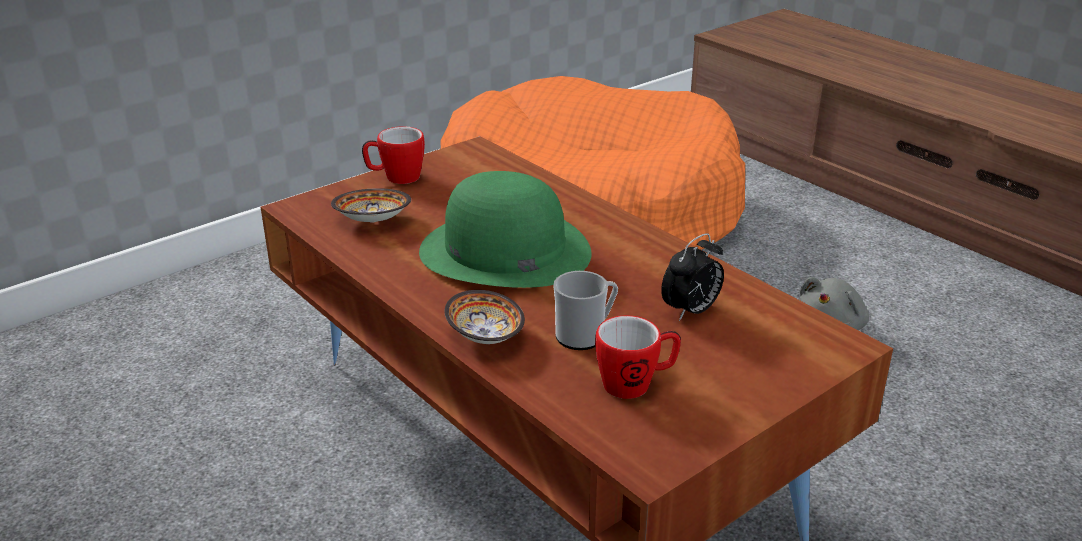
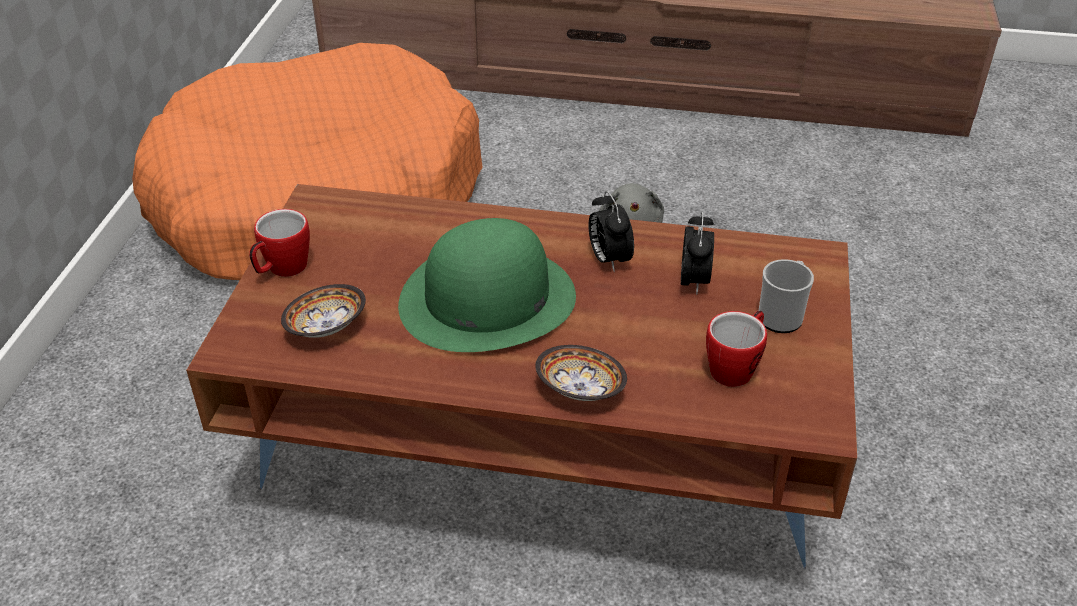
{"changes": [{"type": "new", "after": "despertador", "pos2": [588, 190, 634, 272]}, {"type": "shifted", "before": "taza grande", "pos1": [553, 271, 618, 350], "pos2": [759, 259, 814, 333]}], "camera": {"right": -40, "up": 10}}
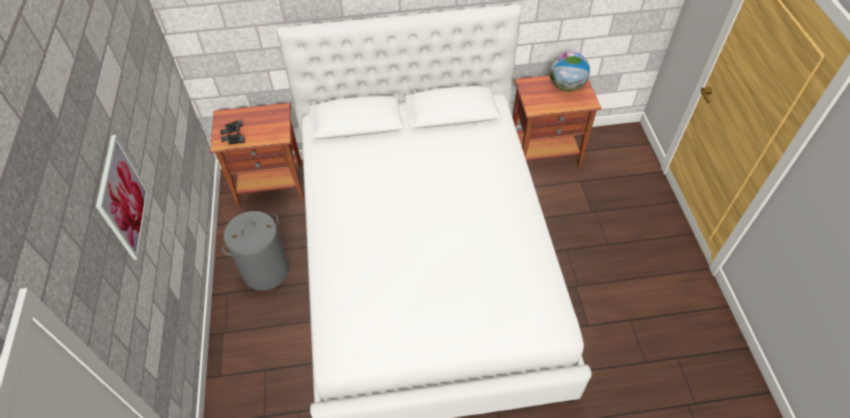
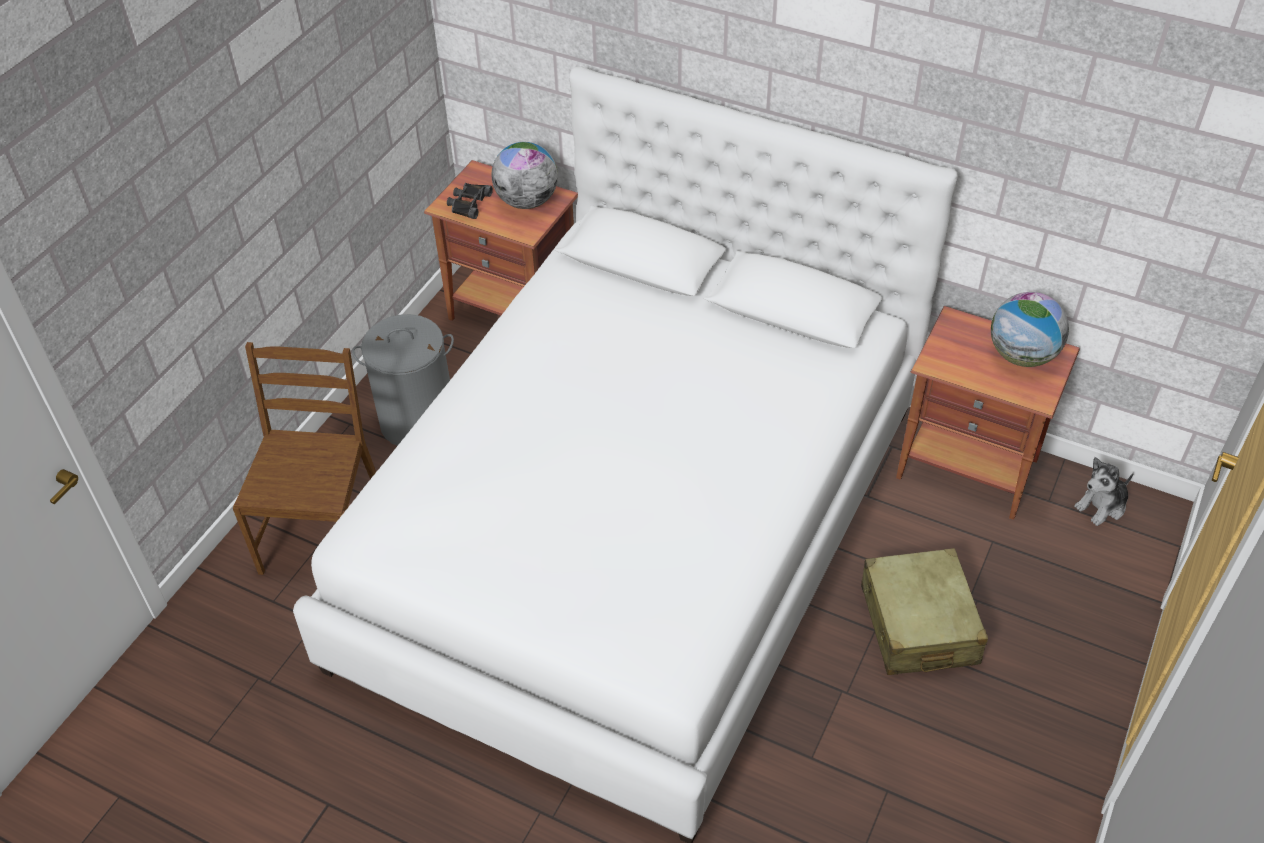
{"changes": [{"type": "new", "after": "silla (marrón)", "pos2": [233, 342, 376, 575]}, {"type": "new", "after": "globo terráqueo", "pos2": [491, 142, 558, 209]}, {"type": "new", "after": "maleta (beis)", "pos2": [861, 548, 988, 675]}, {"type": "new", "after": "peluche", "pos2": [1074, 457, 1134, 526]}, {"type": "gone", "before": "cuadro", "pos1": [96, 135, 149, 260]}], "camera": {"right": 35, "up": -5}}
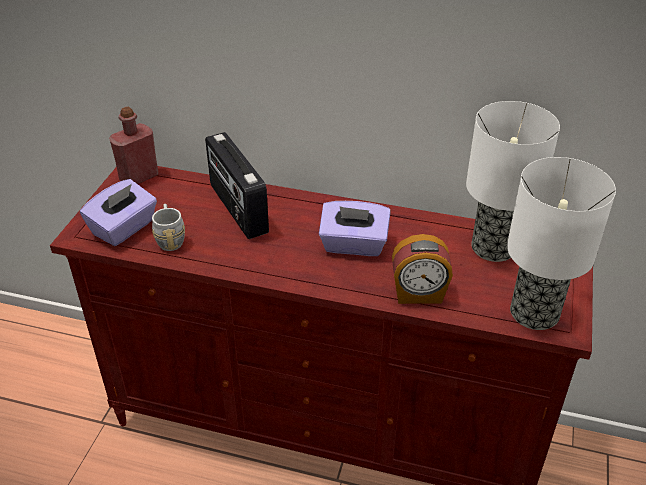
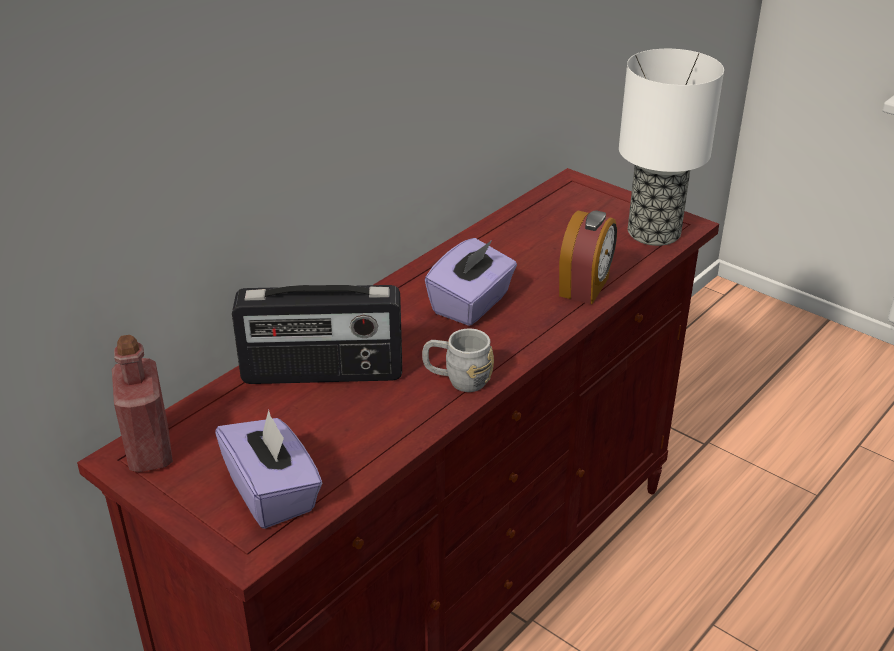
{"changes": [{"type": "shifted", "before": "taza grande (gris)", "pos1": [152, 204, 185, 251], "pos2": [422, 328, 494, 392]}, {"type": "gone", "before": "lámpara de mesa", "pos1": [466, 101, 560, 262]}], "camera": {"right": -65, "up": -5}}
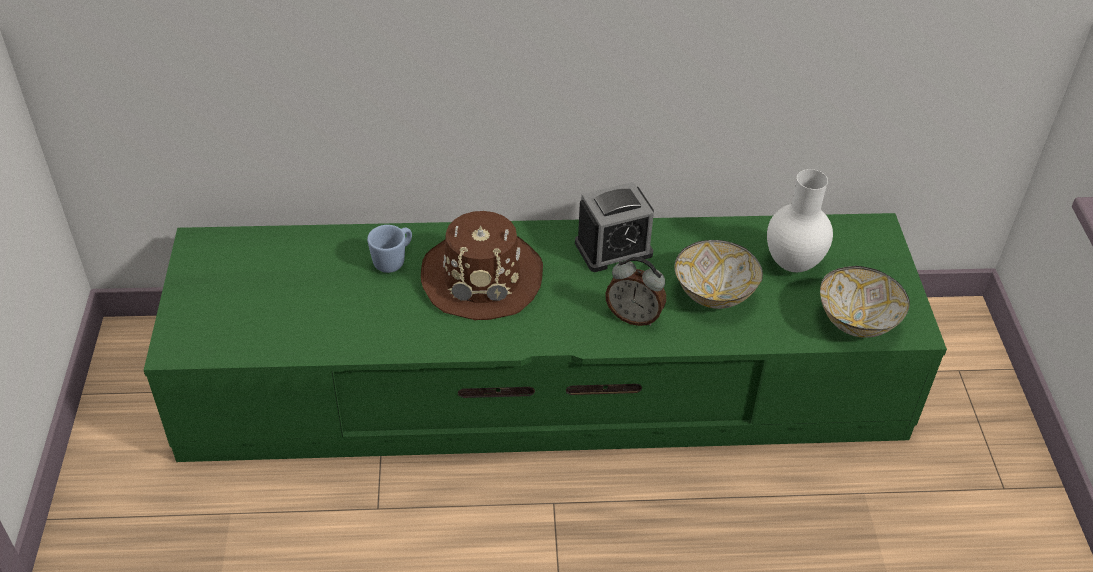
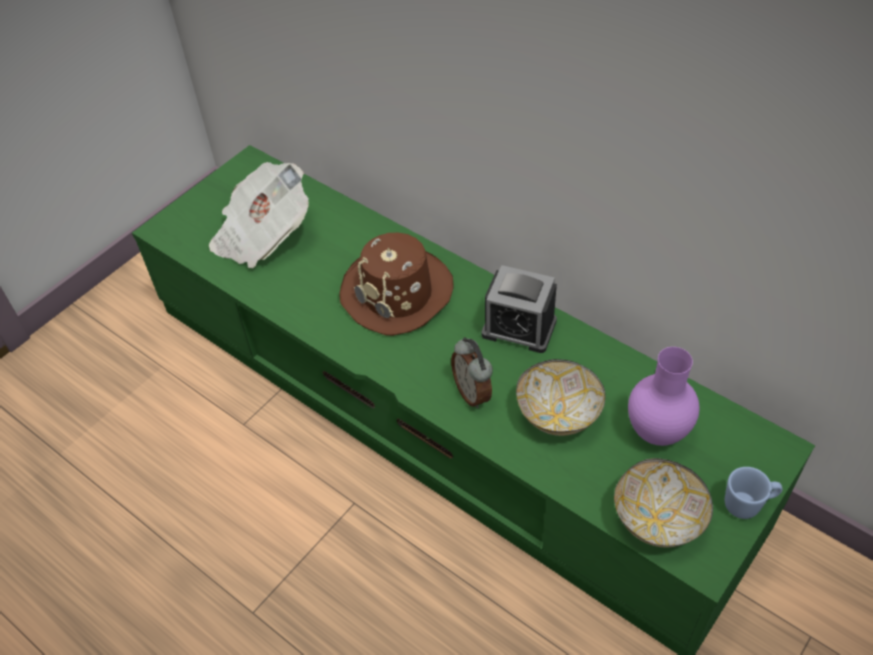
{"changes": [{"type": "new", "after": "periódico", "pos2": [209, 162, 309, 268]}, {"type": "repainted", "before": "florero (blanco)", "after": "florero (morado)", "pos1": [767, 169, 833, 272], "pos2": [628, 347, 700, 446]}, {"type": "shifted", "before": "taza grande (azul)", "pos1": [367, 225, 412, 273], "pos2": [725, 467, 783, 519]}], "camera": {"right": 45, "up": 5}}
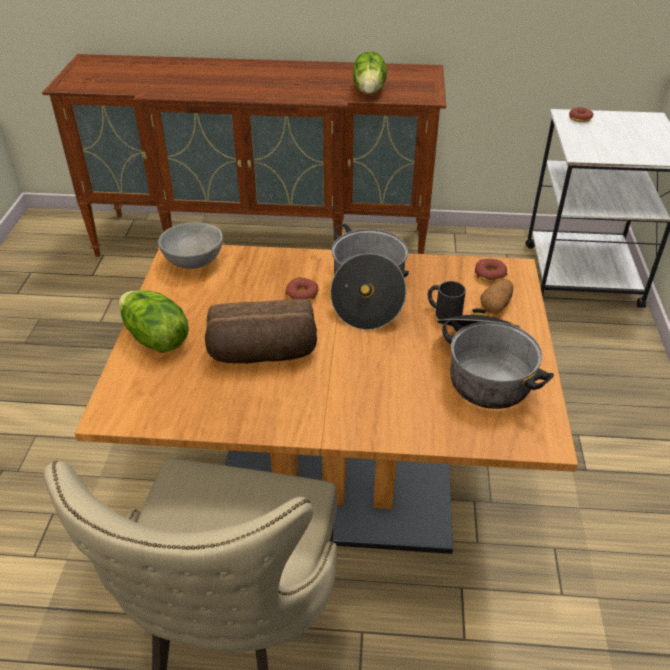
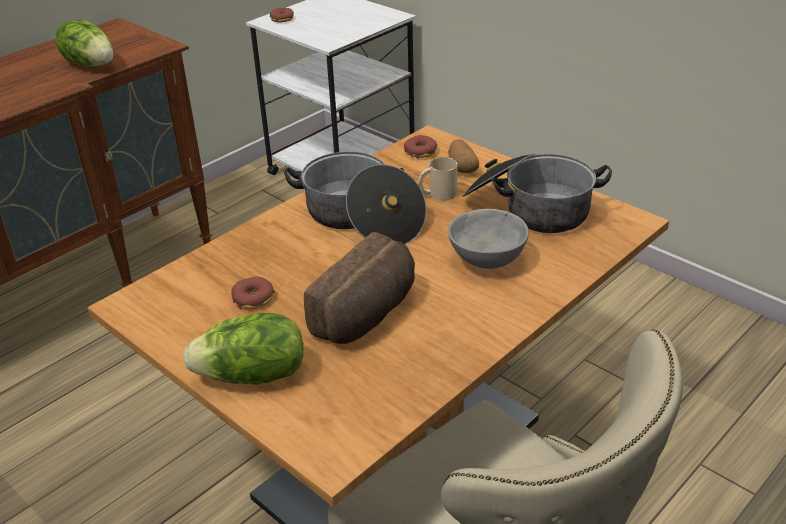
{"changes": [{"type": "shifted", "before": "rosquilla", "pos1": [285, 277, 319, 301], "pos2": [231, 277, 275, 309]}, {"type": "repainted", "before": "taza grande (negro)", "after": "taza grande (beis)", "pos1": [428, 281, 466, 320], "pos2": [418, 157, 458, 201]}, {"type": "shifted", "before": "cuenco (gris)", "pos1": [158, 222, 223, 269], "pos2": [448, 209, 529, 269]}], "camera": {"right": -50, "up": -5}}
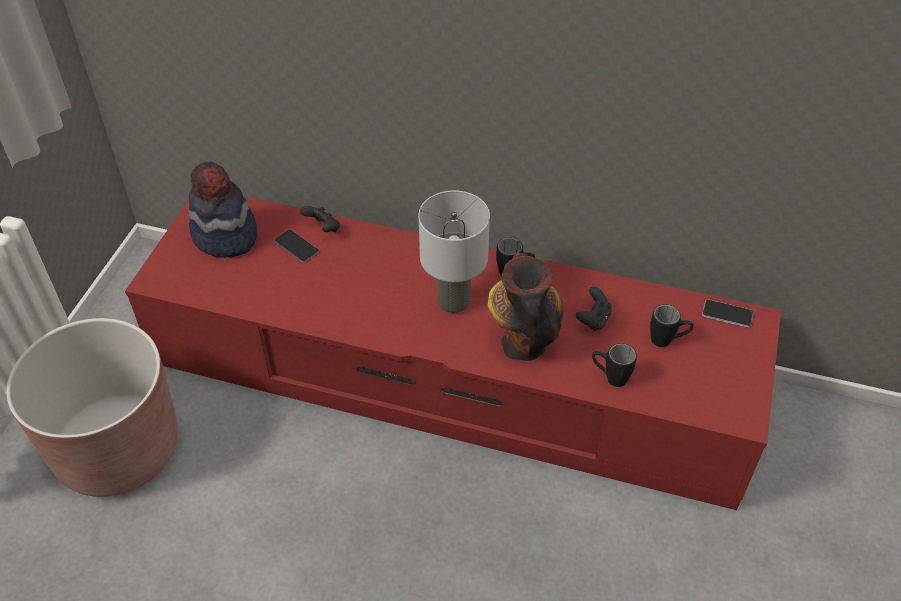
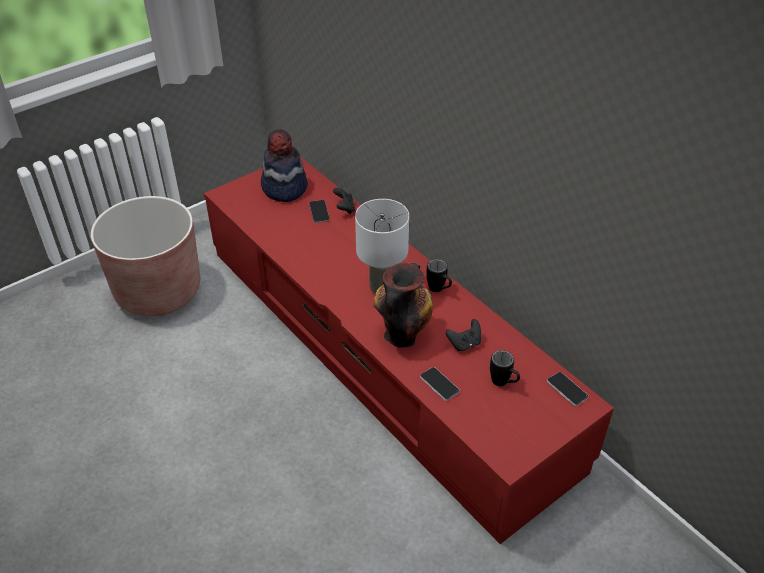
{"changes": [{"type": "swapped", "before": "taza grande (negro)", "after": "móvil", "pos1": [592, 343, 637, 387], "pos2": [420, 367, 460, 401]}], "camera": {"right": 35, "up": -5}}
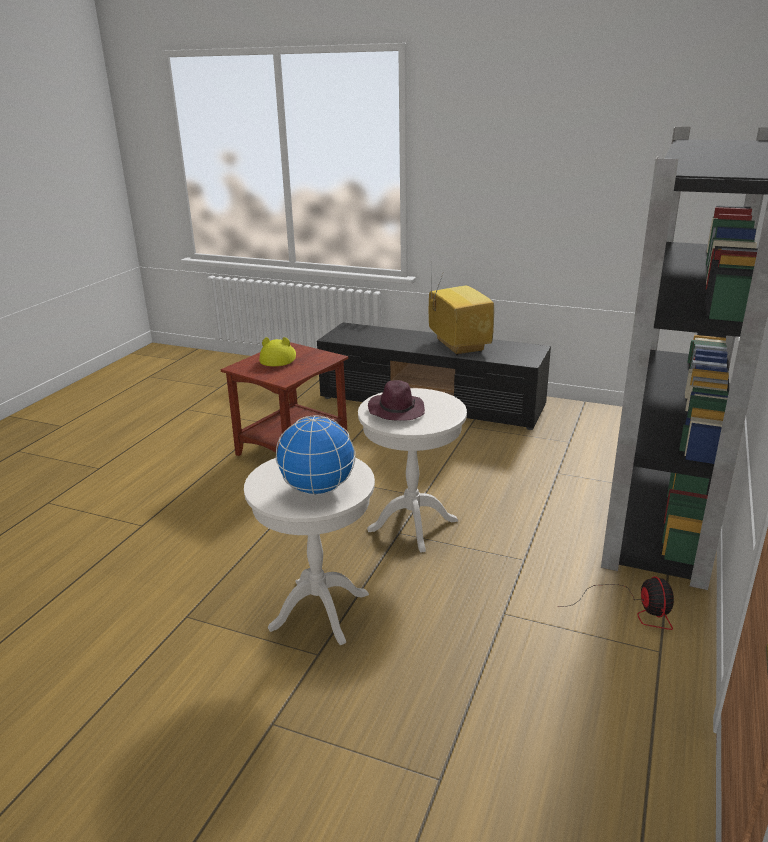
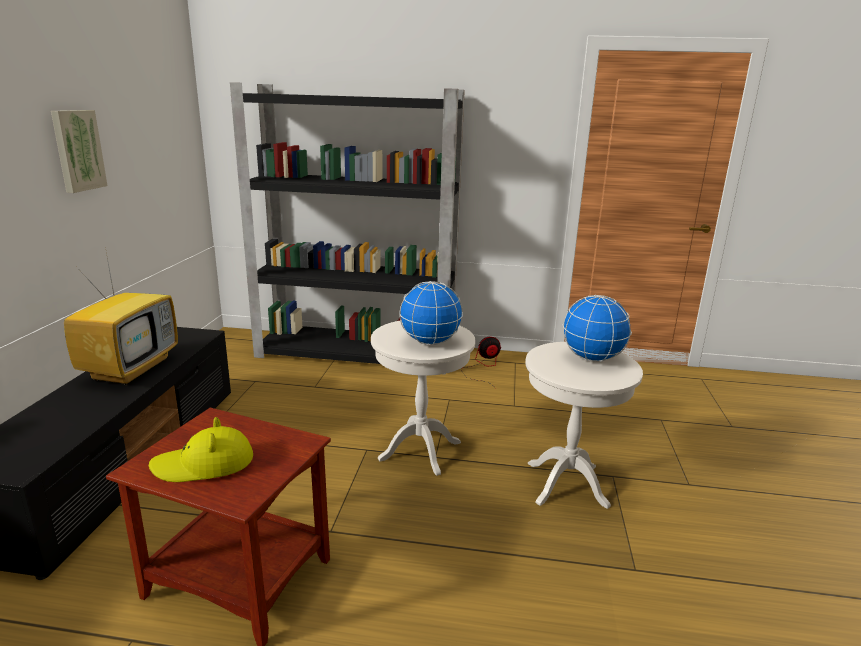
{"changes": [{"type": "new", "after": "cuadro", "pos2": [51, 110, 107, 193]}, {"type": "rotated", "before": "televisor", "pos1": [429, 274, 494, 356], "pos2": [64, 252, 178, 385], "turn": 135}, {"type": "swapped", "before": "sombrero (morado)", "after": "globo terráqueo", "pos1": [368, 380, 425, 420], "pos2": [399, 281, 463, 345]}], "camera": {"right": -105, "up": -5}}
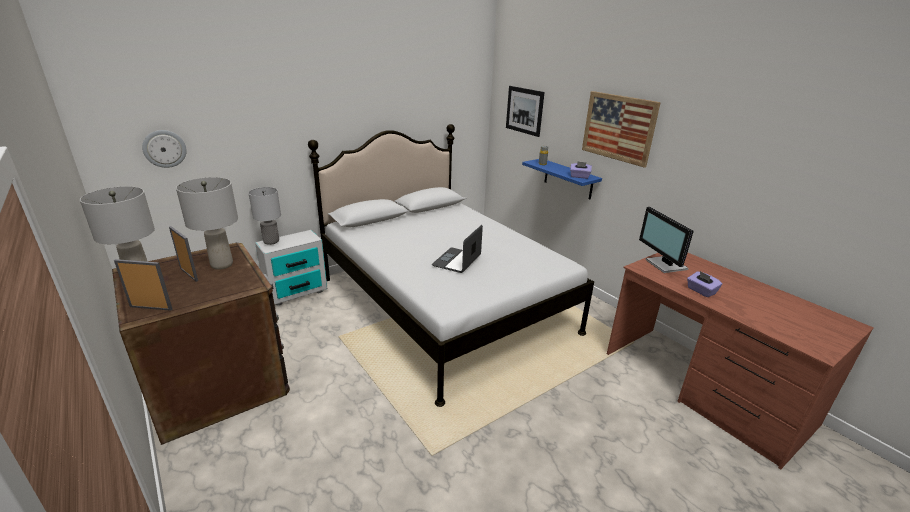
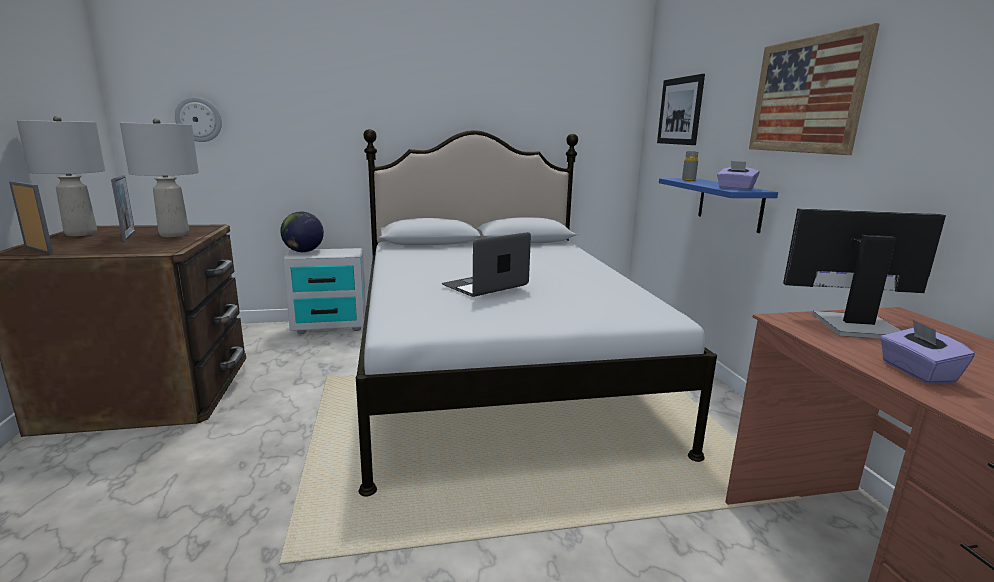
{"changes": [{"type": "swapped", "before": "lámpara de mesa (gris)", "after": "globo terráqueo", "pos1": [248, 187, 281, 245], "pos2": [280, 211, 324, 252]}, {"type": "rotated", "before": "monitor", "pos1": [639, 207, 694, 273], "pos2": [783, 208, 946, 339], "turn": 90}], "camera": {"right": 25, "up": -10}}
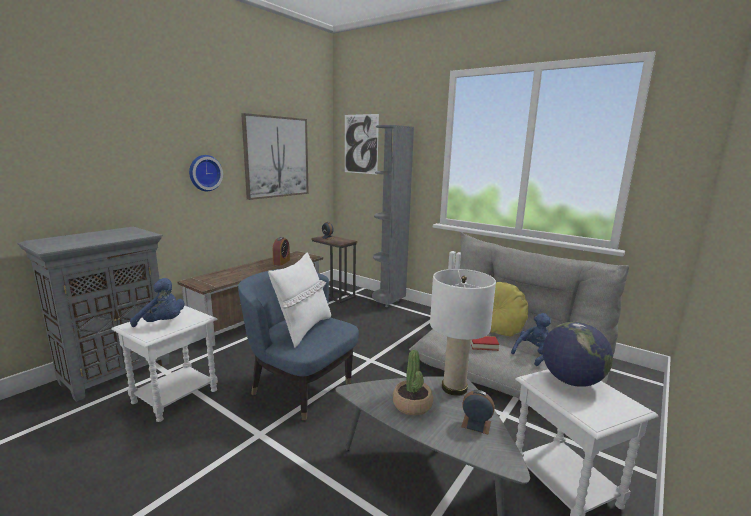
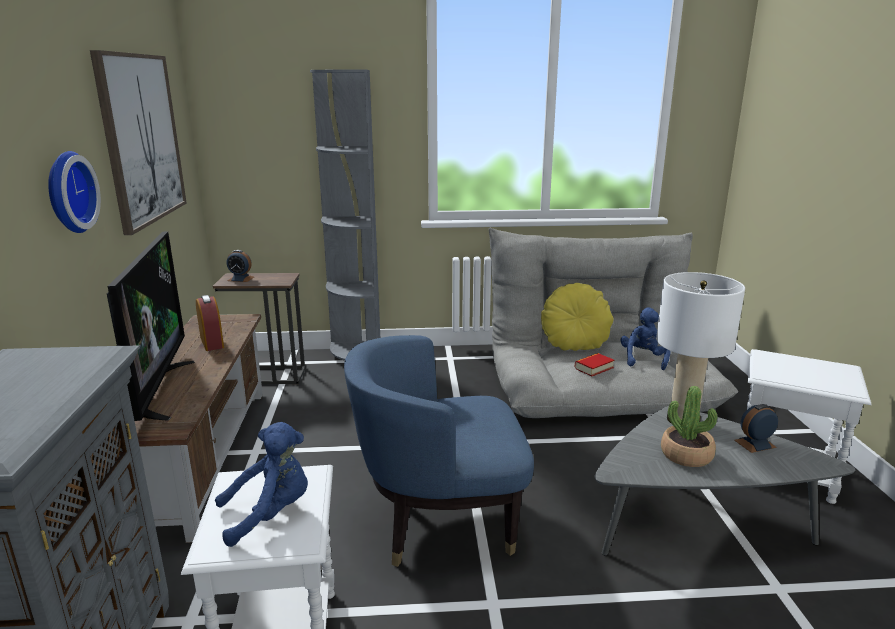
{"changes": [{"type": "new", "after": "televisor", "pos2": [107, 231, 195, 421]}, {"type": "gone", "before": "cojín (blanco)", "pos1": [268, 253, 331, 348]}, {"type": "gone", "before": "cuadro", "pos1": [345, 114, 379, 174]}, {"type": "gone", "before": "globo terráqueo", "pos1": [543, 322, 613, 387]}], "camera": {"right": -40, "up": 5}}
